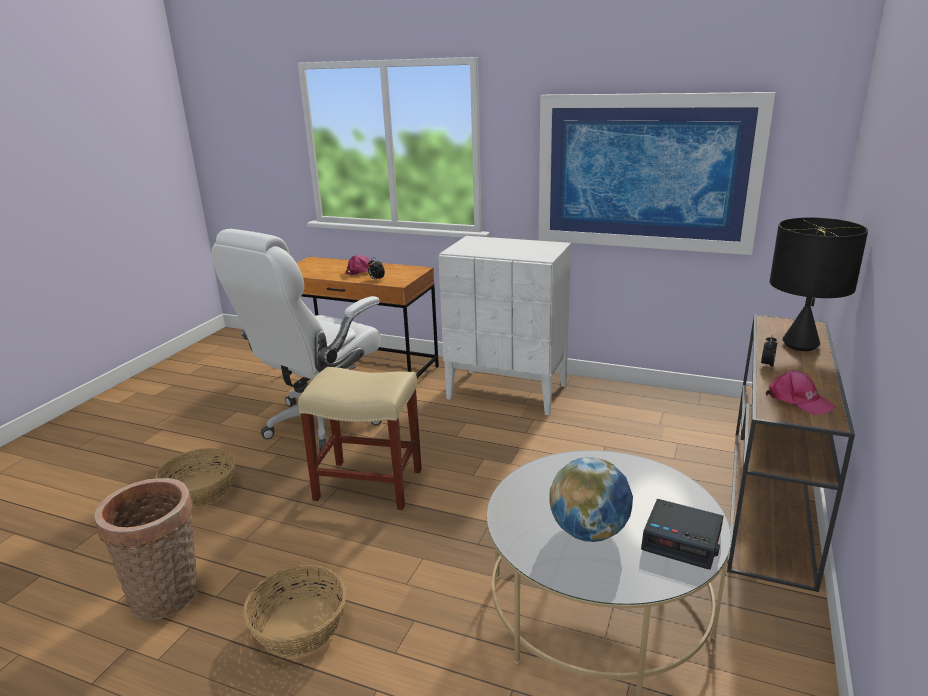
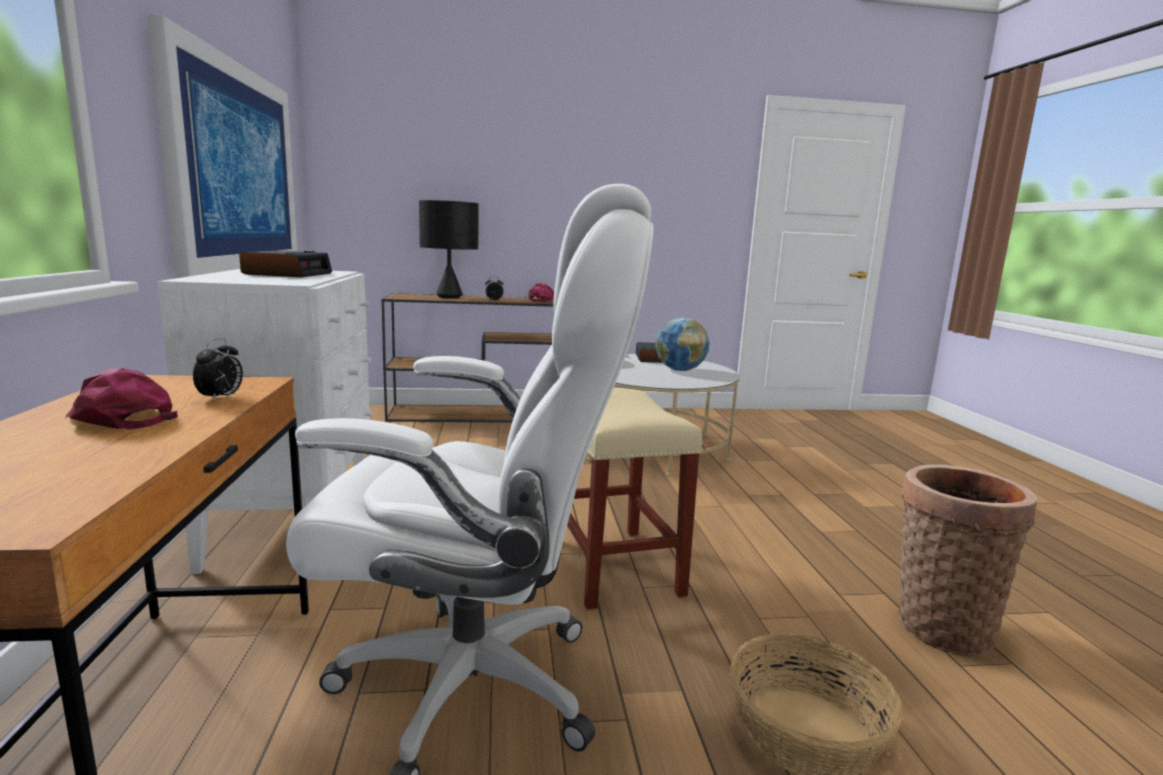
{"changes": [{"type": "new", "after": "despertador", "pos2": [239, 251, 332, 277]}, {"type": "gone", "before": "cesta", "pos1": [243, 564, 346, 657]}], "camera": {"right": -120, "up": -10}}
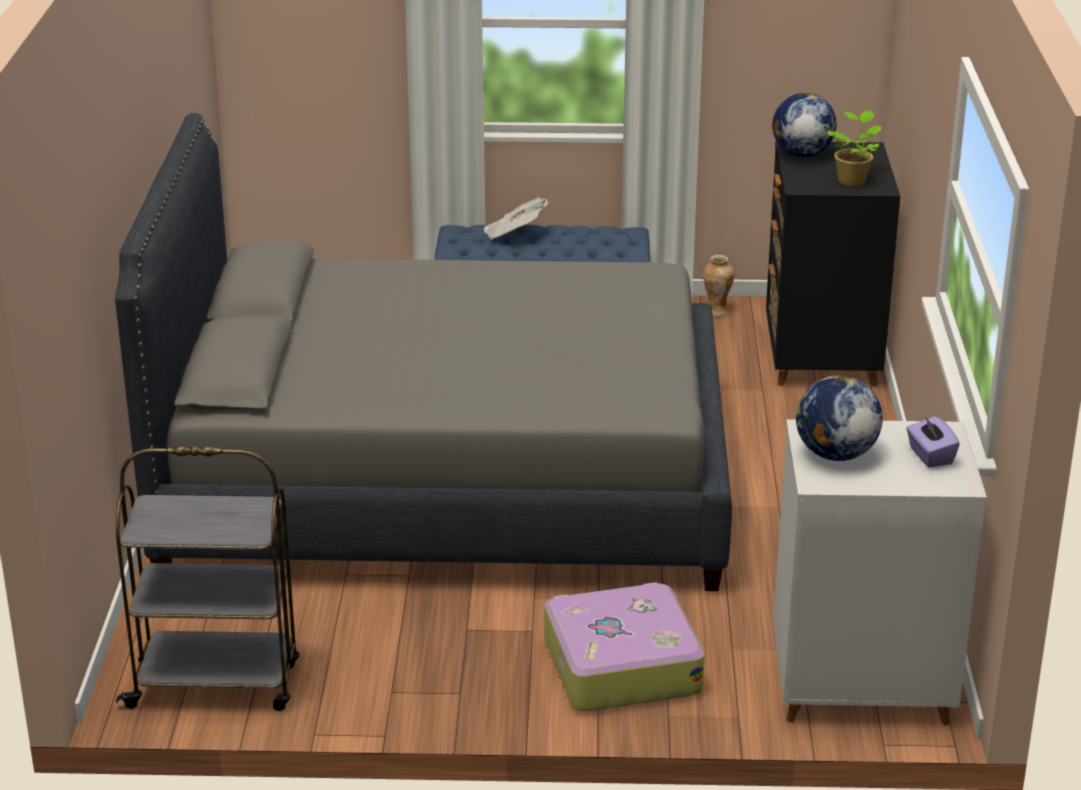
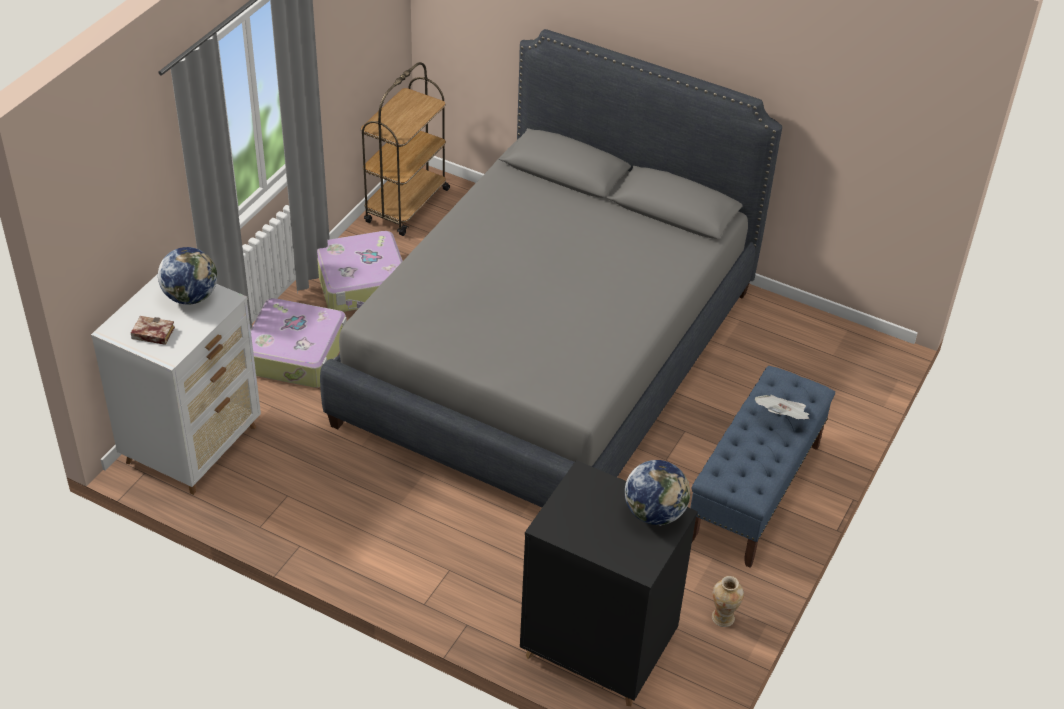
{"changes": [{"type": "swapped", "before": "caja de pañuelos (morado)", "after": "libro", "pos1": [906, 416, 960, 468], "pos2": [131, 316, 175, 345]}, {"type": "new", "after": "maleta", "pos2": [317, 231, 403, 312]}, {"type": "repainted", "before": "carrito (gris)", "after": "carrito (marrón)", "pos1": [116, 445, 300, 711], "pos2": [361, 62, 450, 236]}, {"type": "gone", "before": "planta en maceta", "pos1": [828, 110, 882, 186]}], "camera": {"right": 115, "up": 15}}
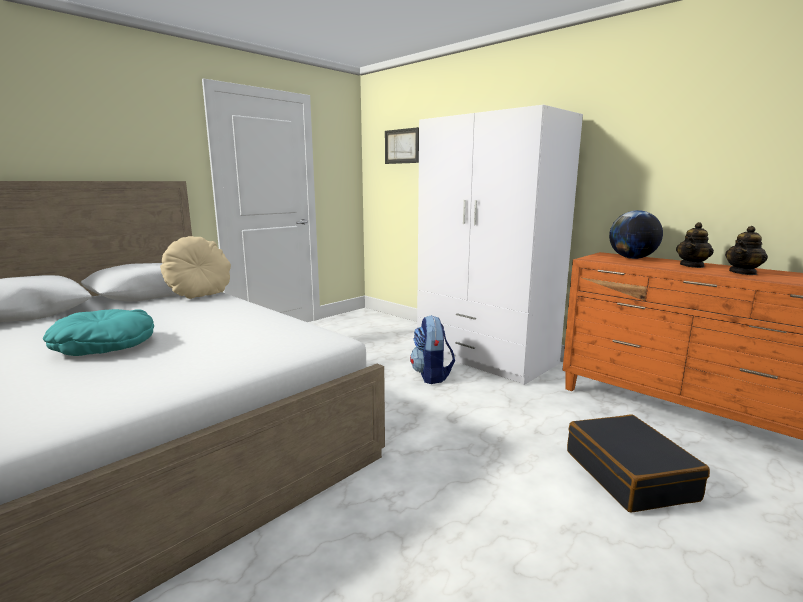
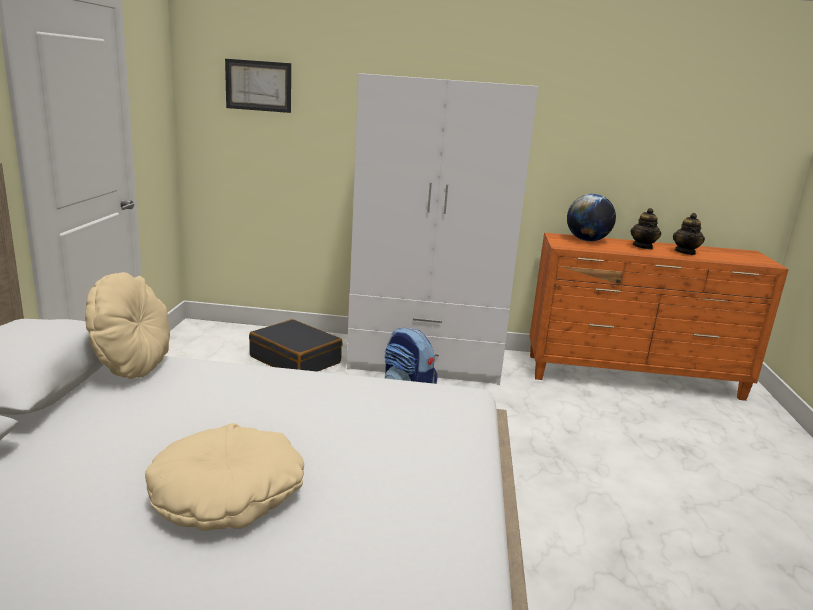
{"changes": [{"type": "repainted", "before": "cojín (turquesa)", "after": "cojín (beis)", "pos1": [43, 309, 154, 356], "pos2": [145, 423, 304, 531]}, {"type": "shifted", "before": "maleta (negro)", "pos1": [567, 414, 710, 513], "pos2": [249, 319, 343, 372]}], "camera": {"right": -40, "up": 5}}
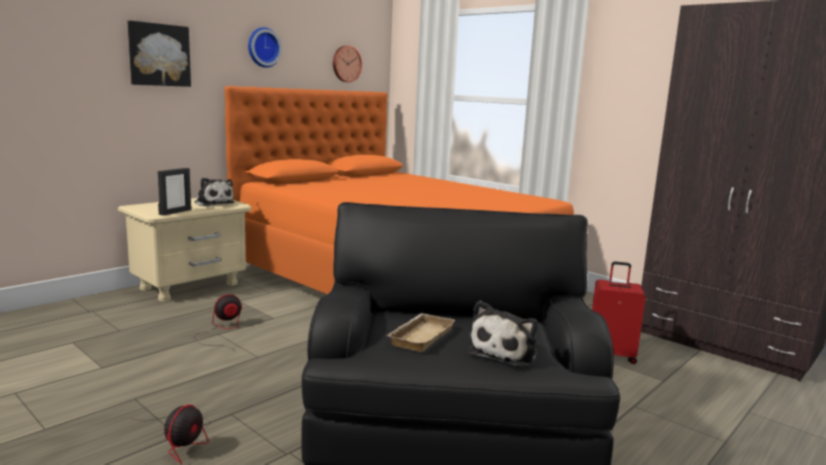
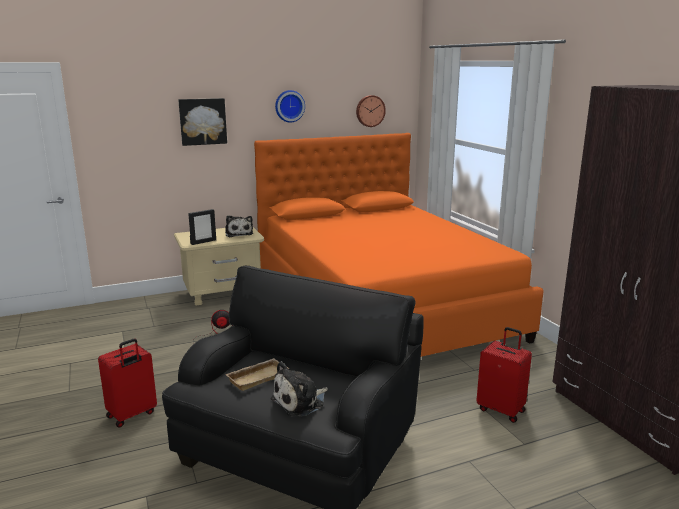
{"changes": [{"type": "swapped", "before": "ventilador", "after": "maleta (rojo)", "pos1": [131, 405, 210, 464], "pos2": [98, 339, 157, 428]}], "camera": {"right": 25, "up": 5}}
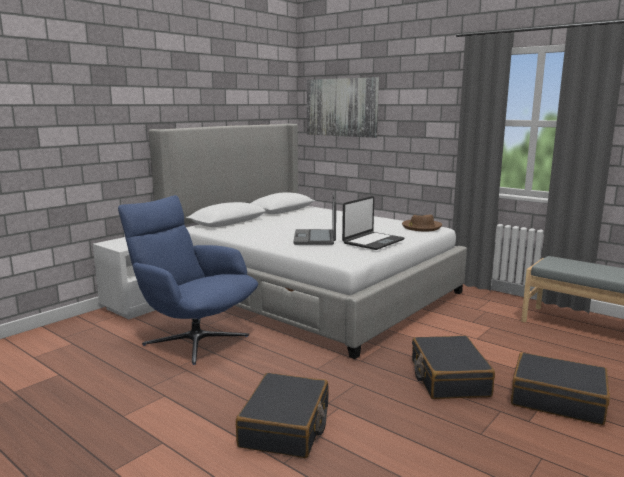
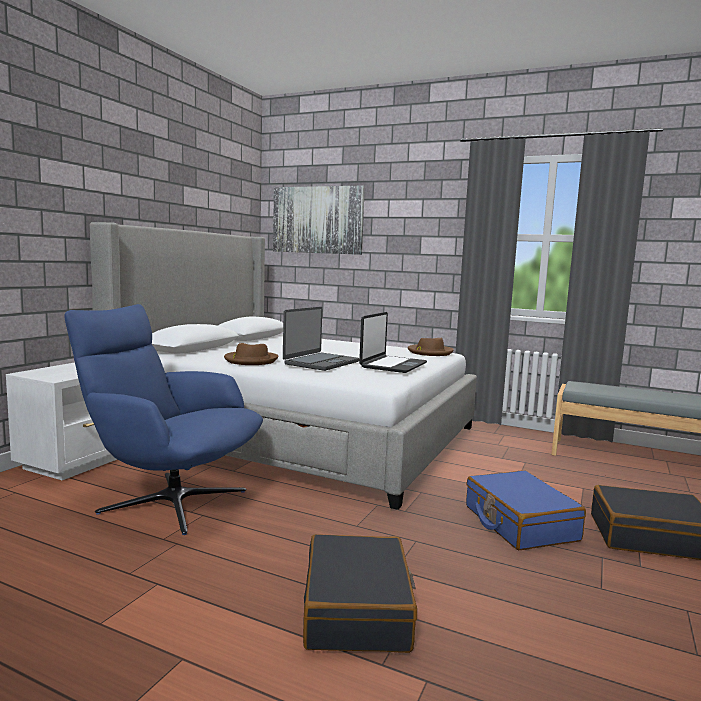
{"changes": [{"type": "new", "after": "sombrero (marrón)", "pos2": [224, 343, 278, 365]}, {"type": "rotated", "before": "portátil", "pos1": [293, 192, 336, 245], "pos2": [283, 307, 359, 371], "turn": -135}, {"type": "repainted", "before": "maleta (negro)", "after": "maleta (azul)", "pos1": [412, 336, 495, 399], "pos2": [466, 470, 586, 550]}], "camera": {"right": -15, "up": -5}}
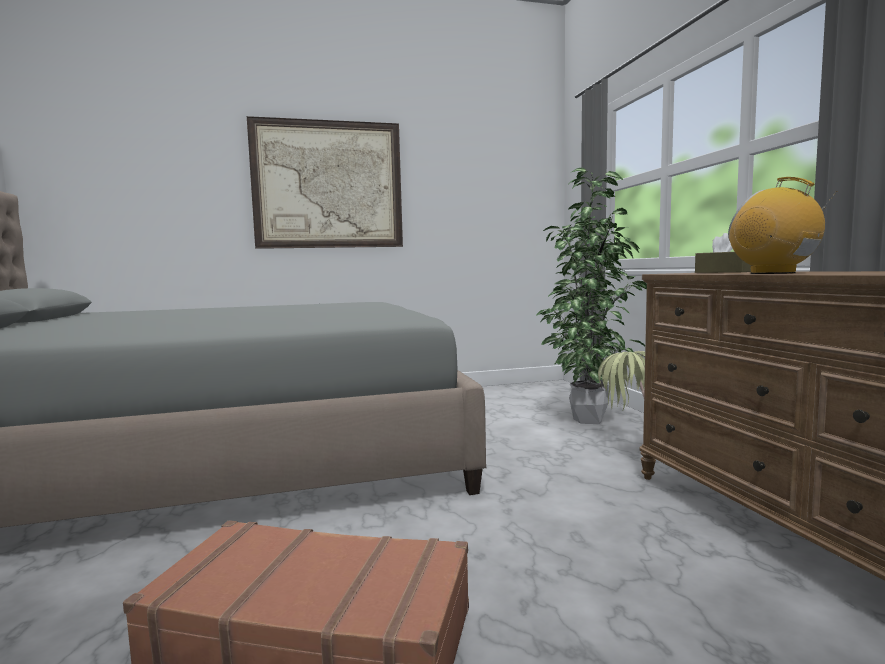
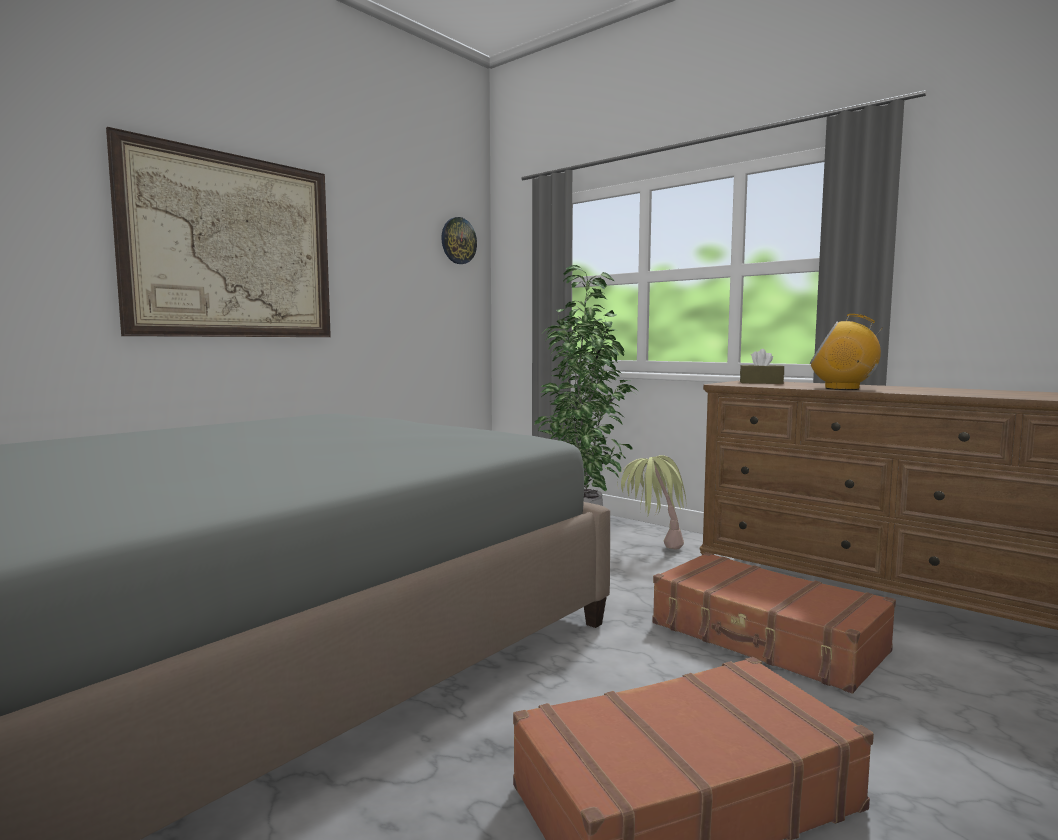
{"changes": [{"type": "new", "after": "reloj de pared", "pos2": [441, 217, 477, 264]}, {"type": "new", "after": "maleta (marrón)", "pos2": [652, 552, 896, 694]}], "camera": {"right": -35, "up": 0}}
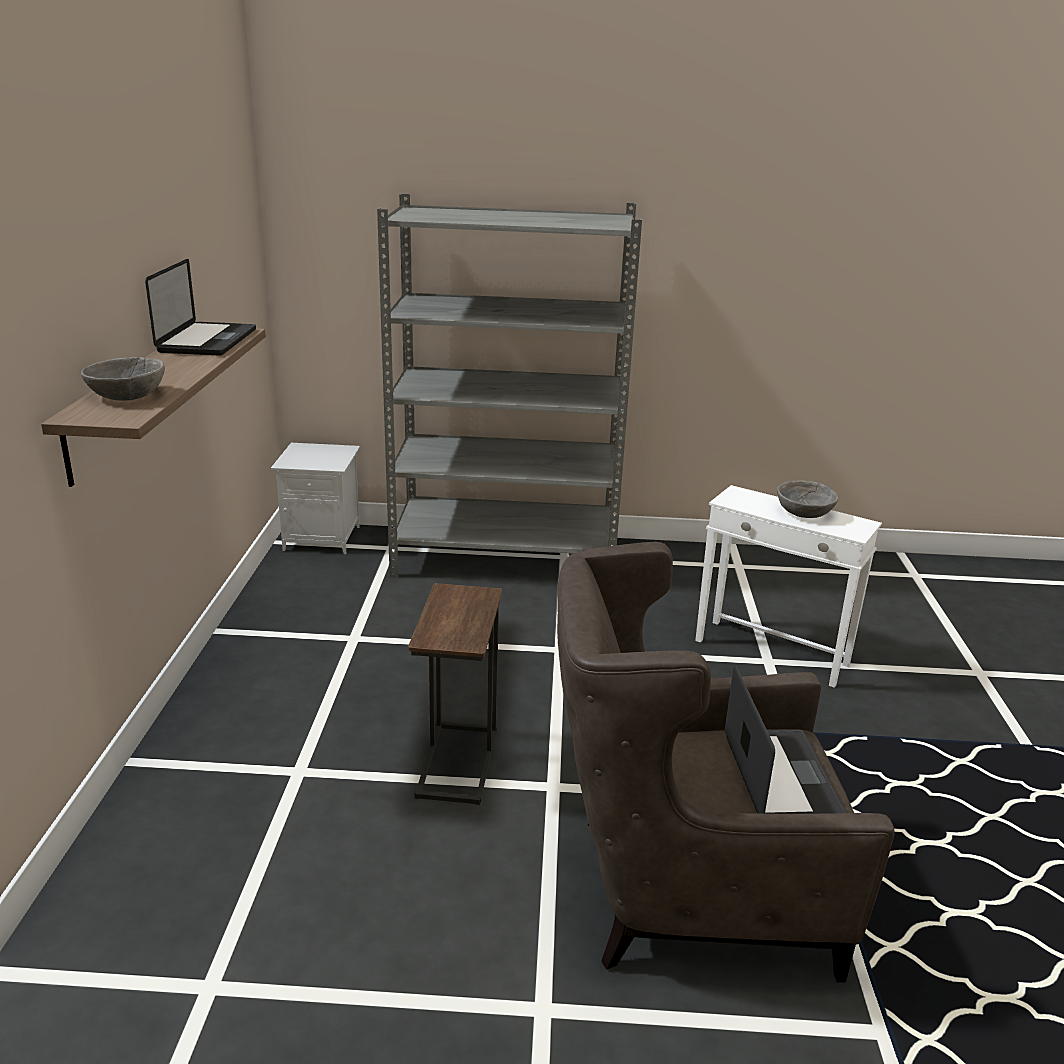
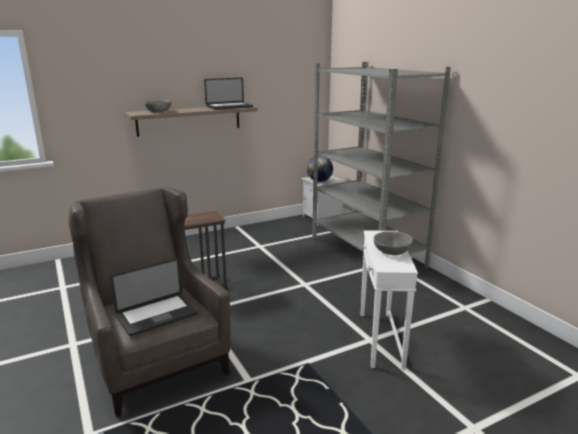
{"changes": [{"type": "new", "after": "globo terráqueo", "pos2": [307, 156, 333, 182]}], "camera": {"right": 60, "up": -5}}
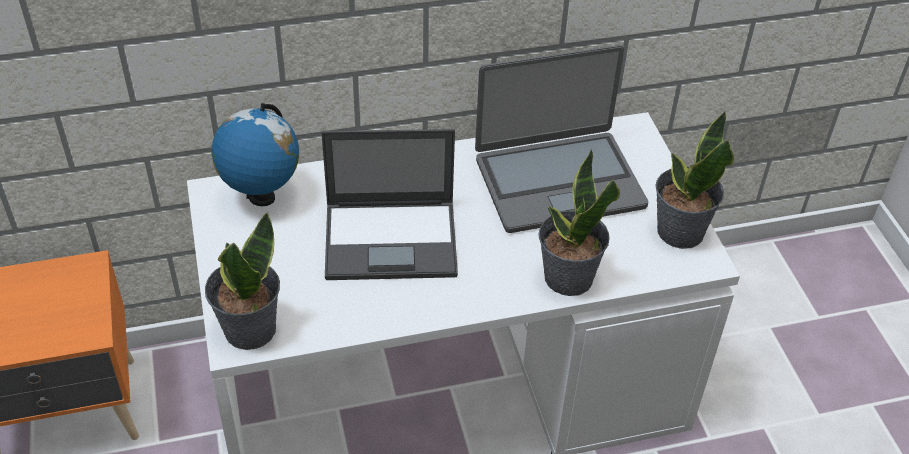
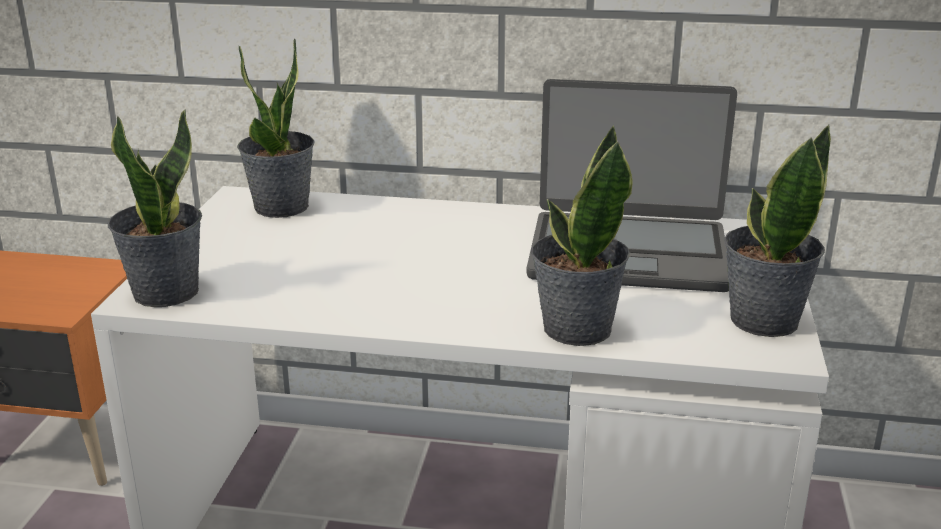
{"changes": [{"type": "swapped", "before": "globo terráqueo", "after": "planta en maceta", "pos1": [212, 103, 299, 206], "pos2": [237, 38, 315, 218]}, {"type": "gone", "before": "portátil", "pos1": [321, 129, 458, 280]}], "camera": {"right": 25, "up": -20}}
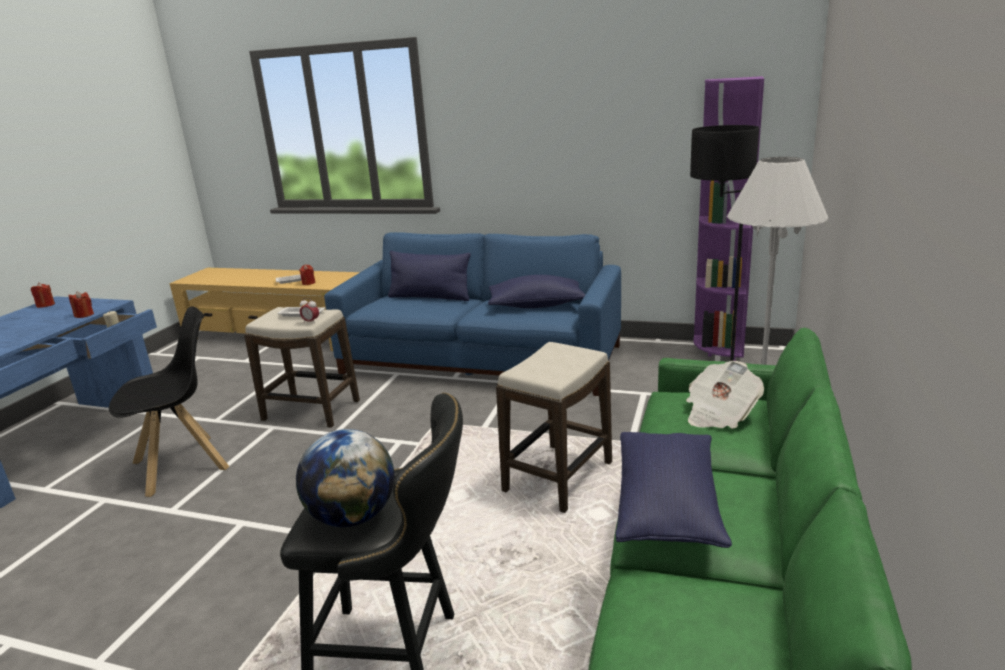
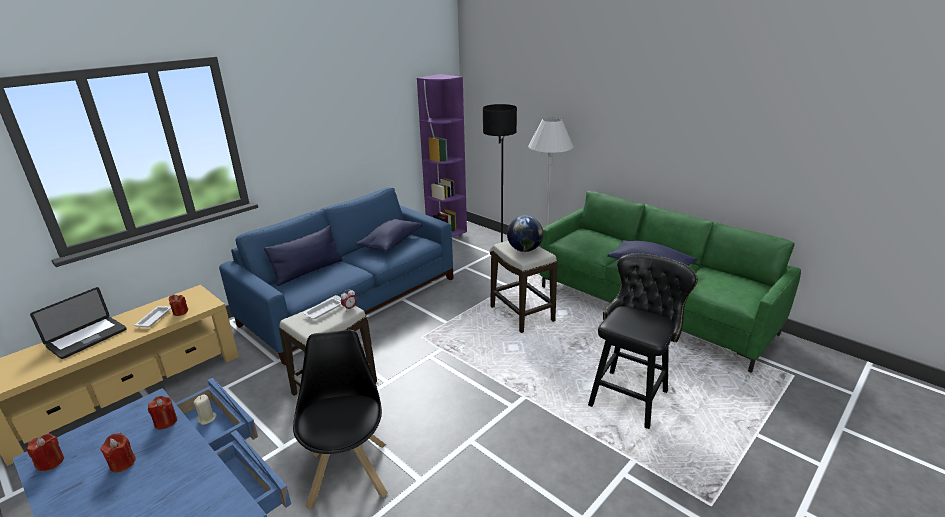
{"changes": [{"type": "new", "after": "portátil", "pos2": [30, 287, 127, 359]}, {"type": "new", "after": "vela (rojo)", "pos2": [100, 433, 136, 472]}, {"type": "shifted", "before": "globo terráqueo", "pos1": [296, 429, 394, 527], "pos2": [507, 216, 543, 252]}, {"type": "gone", "before": "periódico", "pos1": [686, 361, 764, 429]}], "camera": {"right": -65, "up": 5}}
